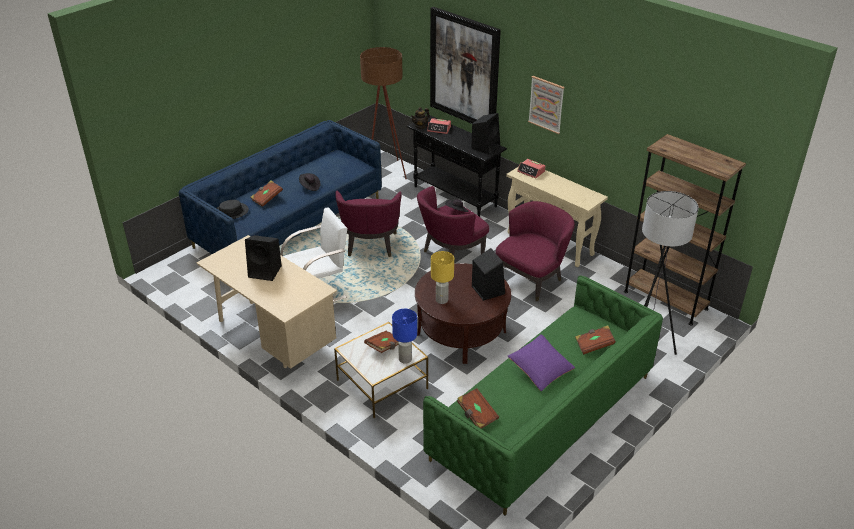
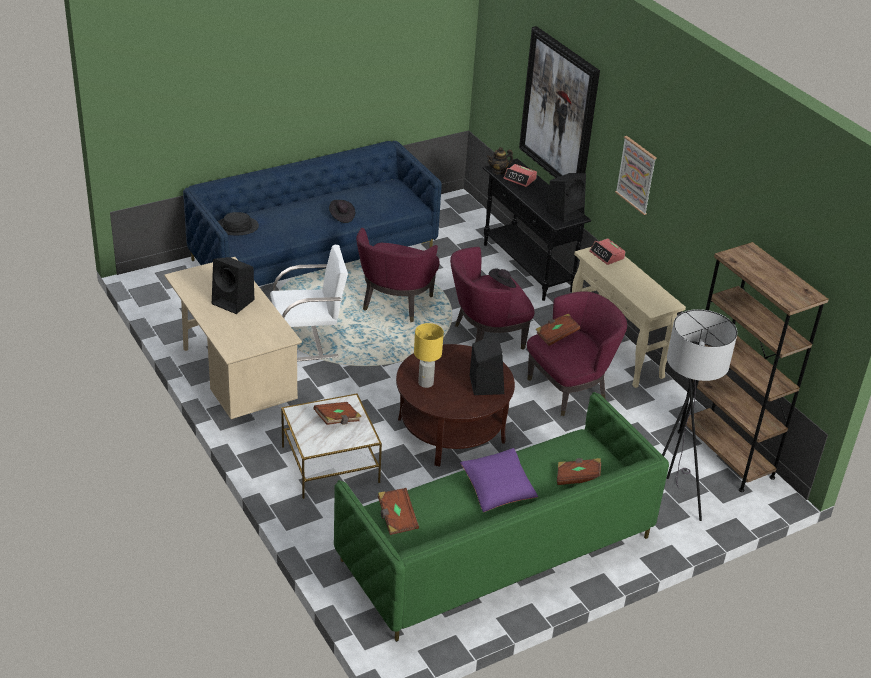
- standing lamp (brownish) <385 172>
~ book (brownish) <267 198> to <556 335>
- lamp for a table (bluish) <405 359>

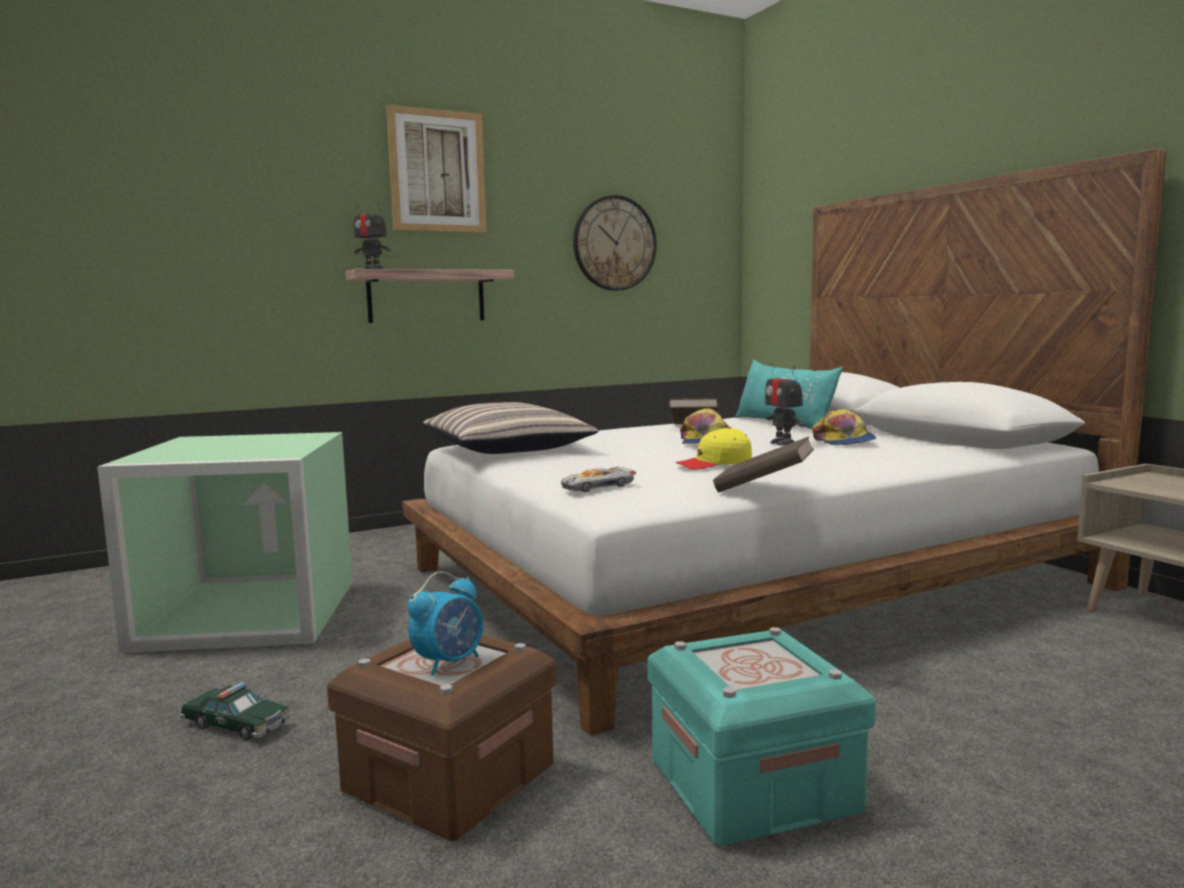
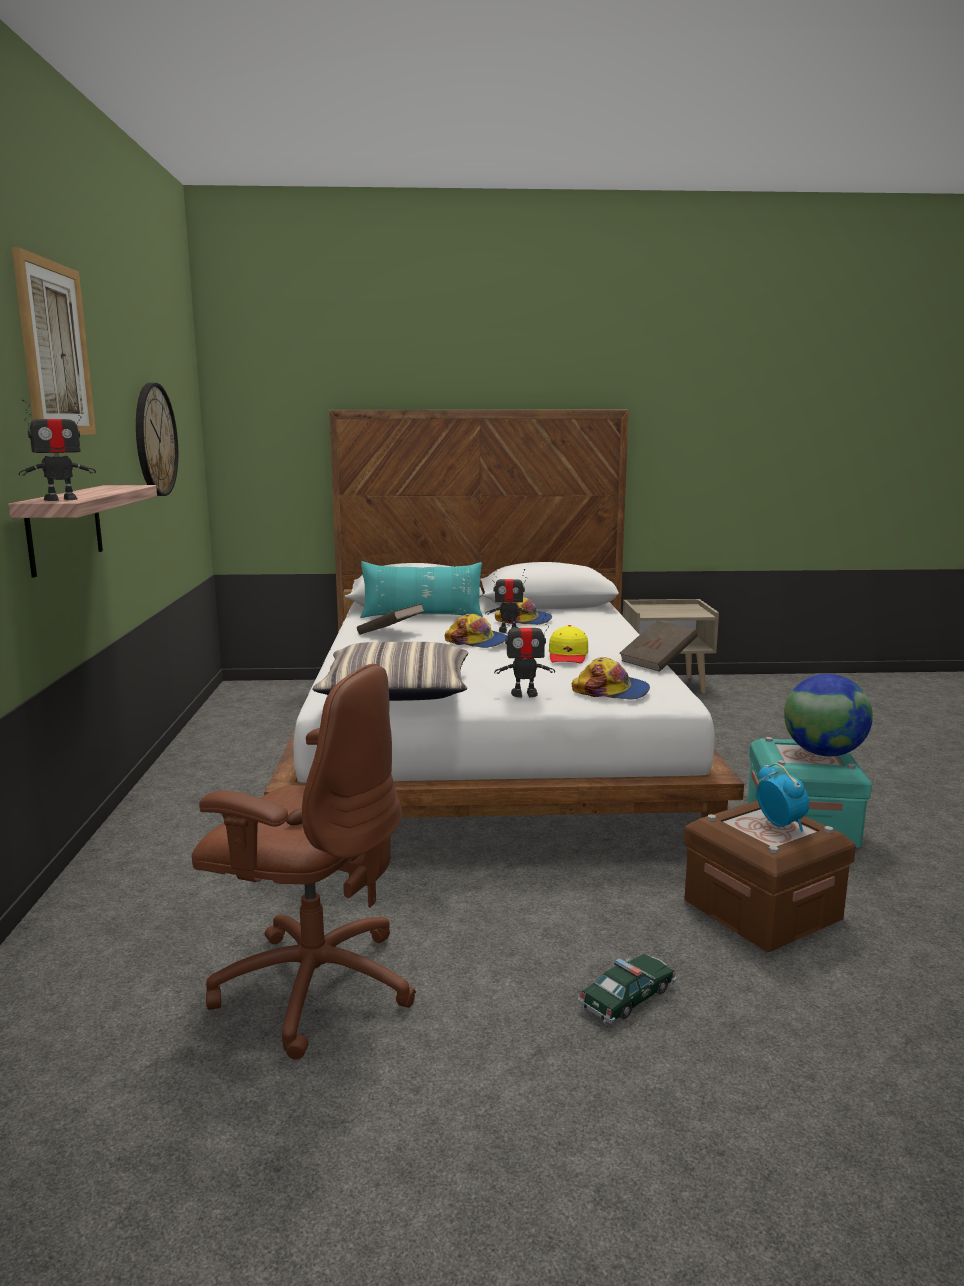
~ storage bin (green) <244 615> to computer chair (brownish) <313 985>
~ model car <597 486> to cap <611 691>
+ model robot <524 694>
+ world globe <823 753>

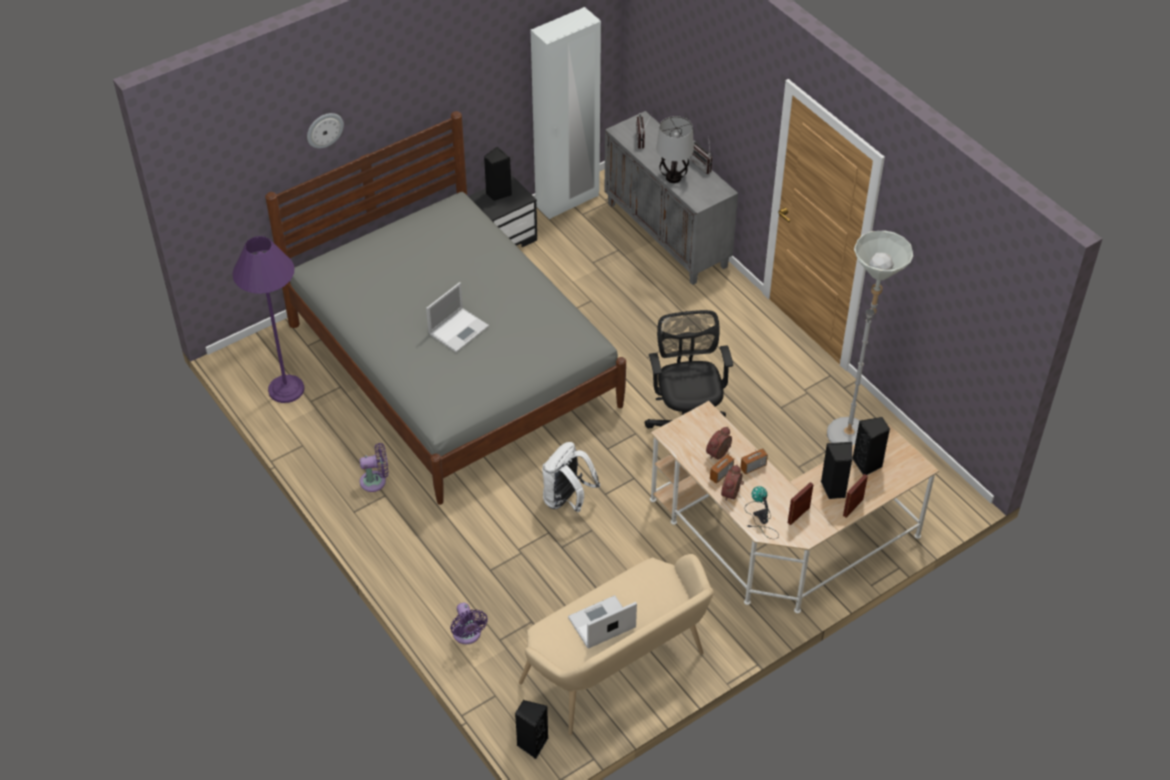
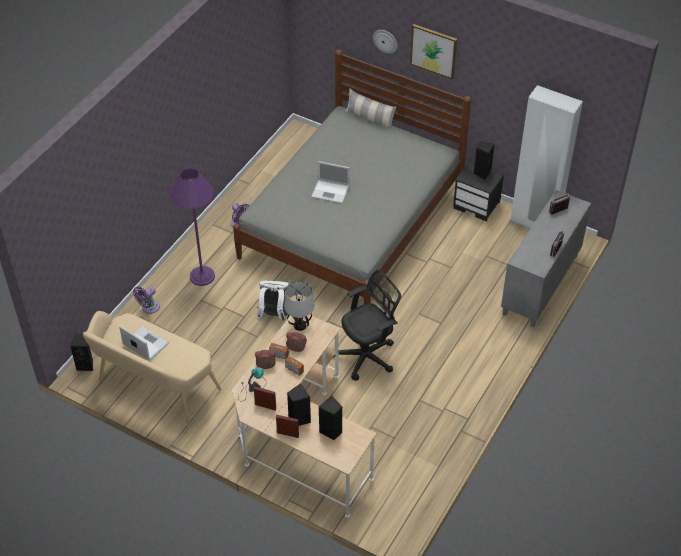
~ lamp for a table <673 177> to <300 325>
- standing lamp (gray) <851 428>
~ standing lamp (purplish) <286 389> to <202 276>
+ wall picture <433 50>
+ pillow <370 118>

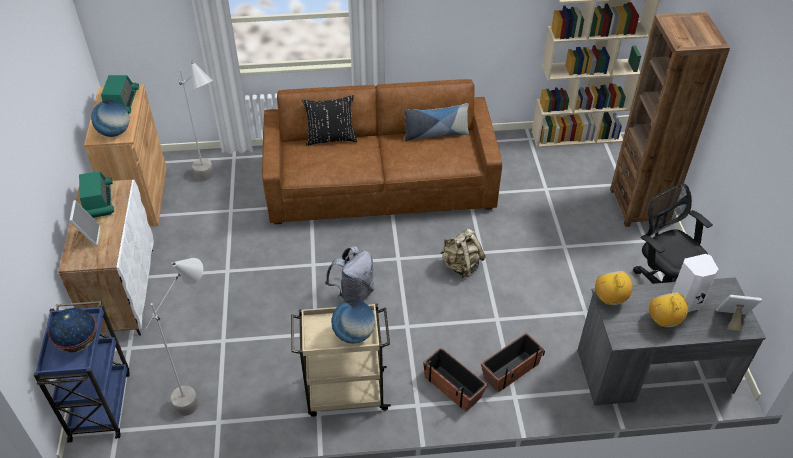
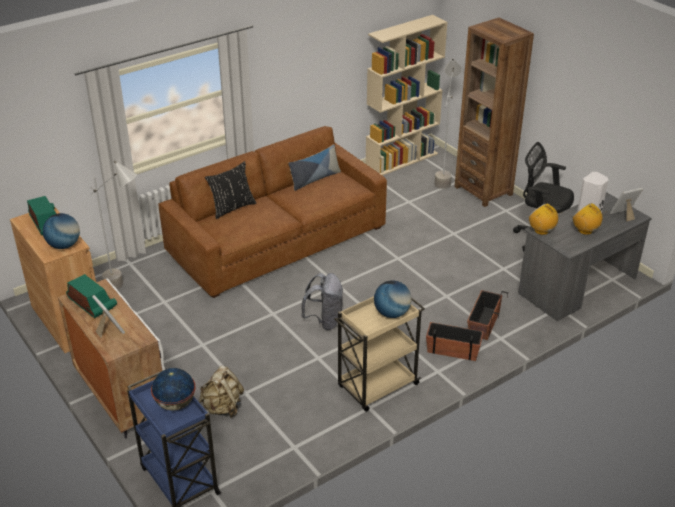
~ knapsack (sand-coloured) <461 266> to <223 408>
~ standing lamp (gray) <202 391> to <443 177>

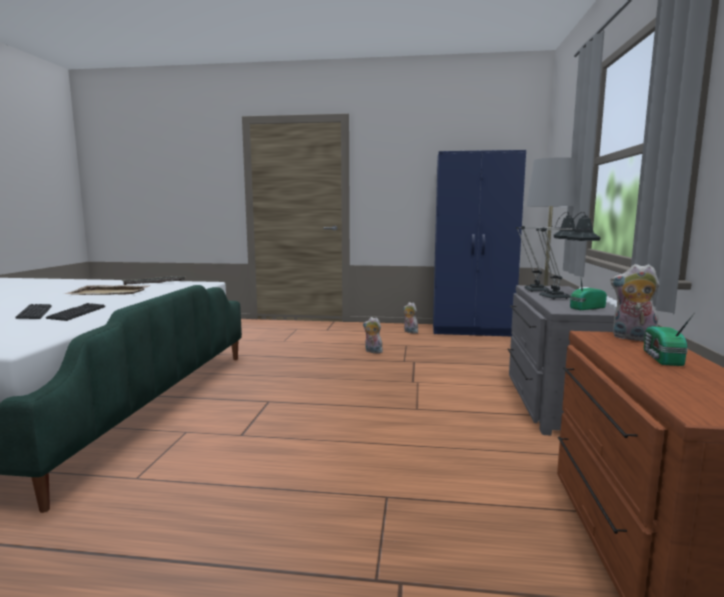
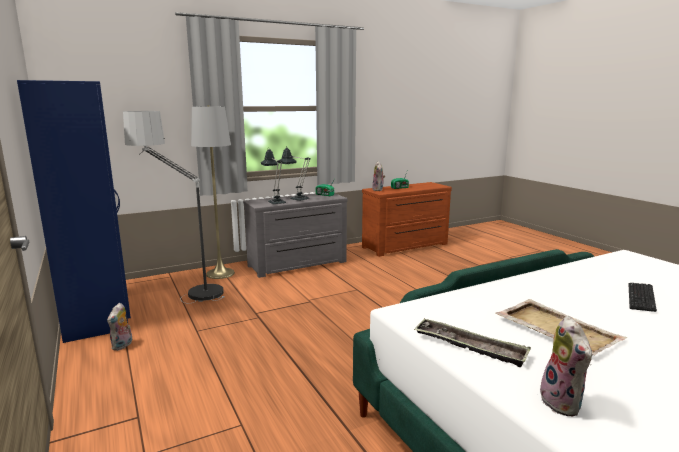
- PC keyboard <77 313>
~ cuddly toy <372 351> to <564 403>
+ standing lamp <182 291>

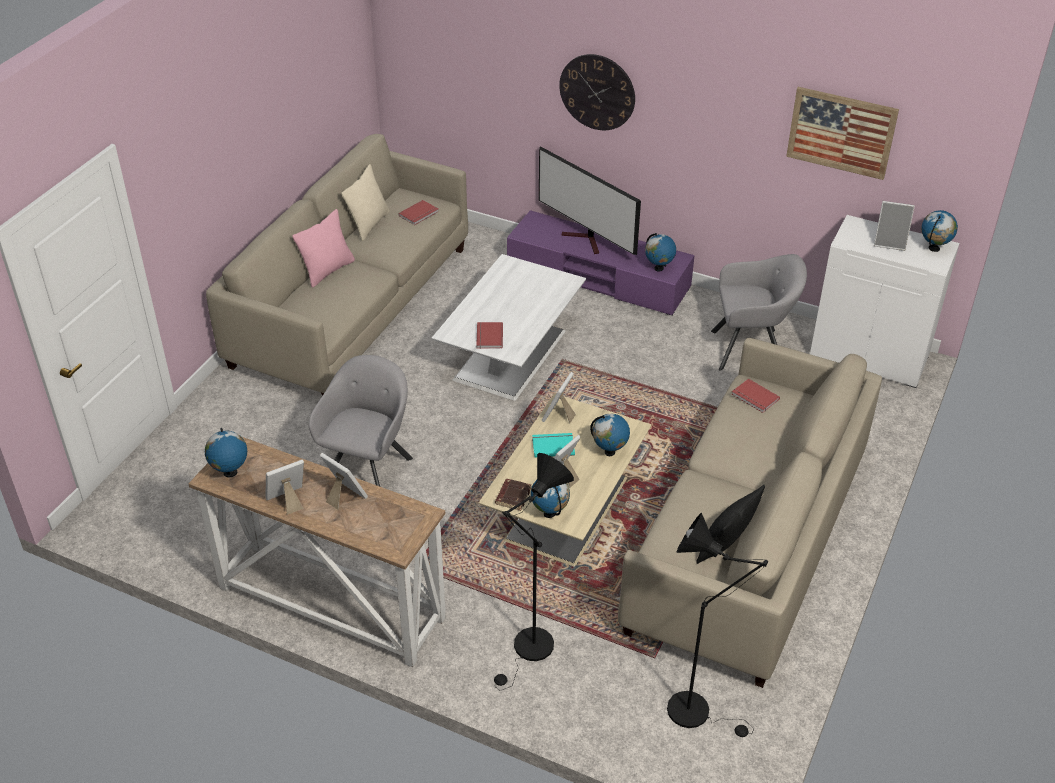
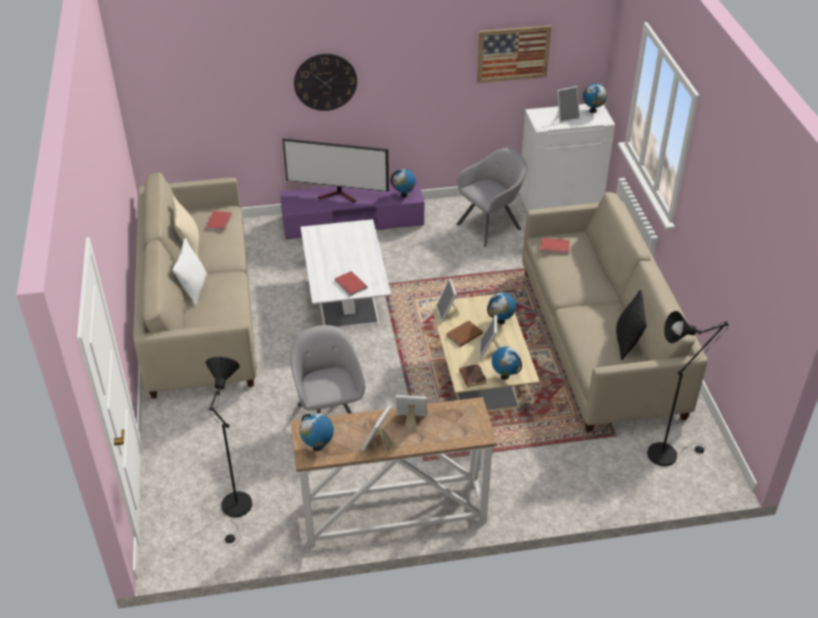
~ pillow (pink) <327 270> to pillow (white-coloured) <194 289>
~ book (turquoise-coloured) <553 445> to book (brownish) <463 334>
~ standing lamp (black-coloured) <530 651> to <237 510>

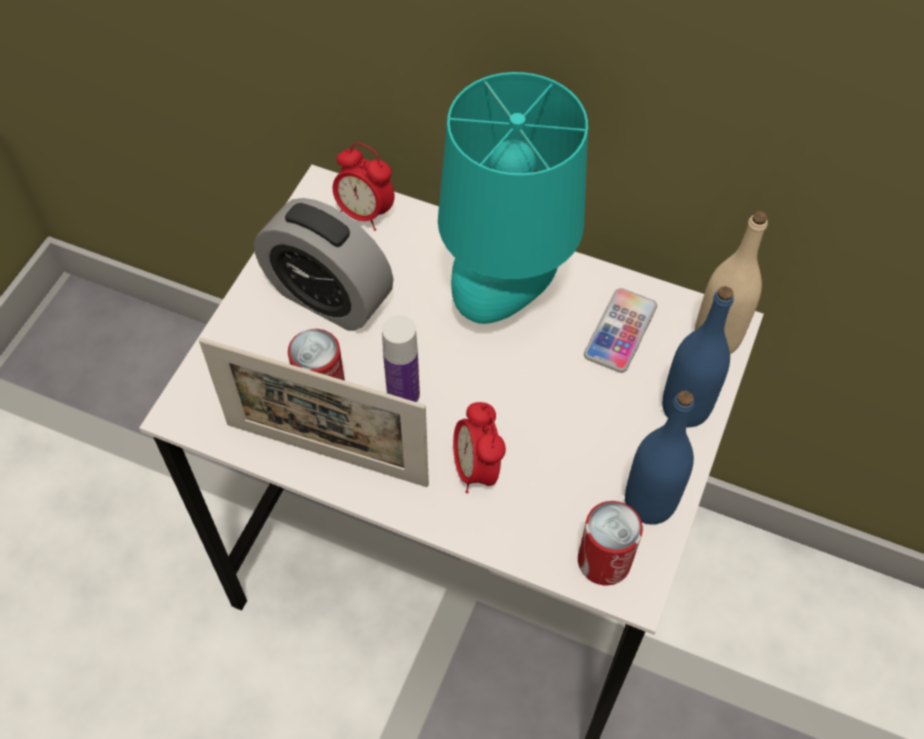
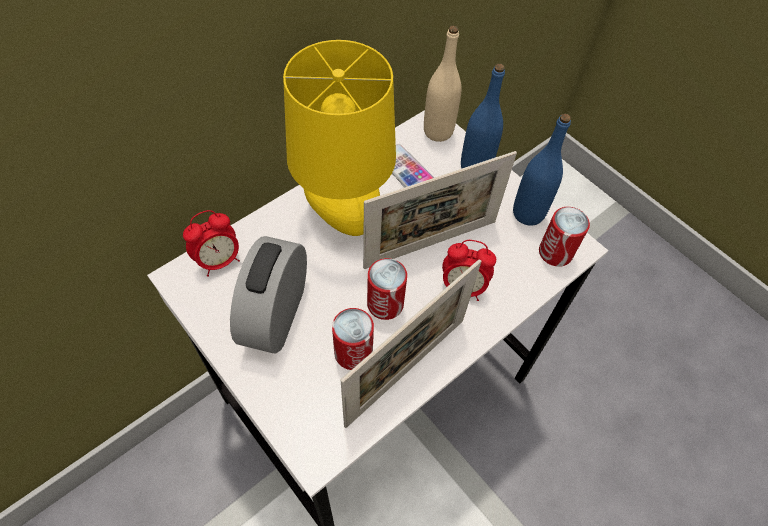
~ lamp for a table (turquoise-coloured) <505 296> to lamp for a table (yellowish) <344 213>
~ bedside clock <328 297> = <276 314> 135 degrees clockwise
~ bottle <403 395> to sealed can <385 304>
+ standing frame <431 244>

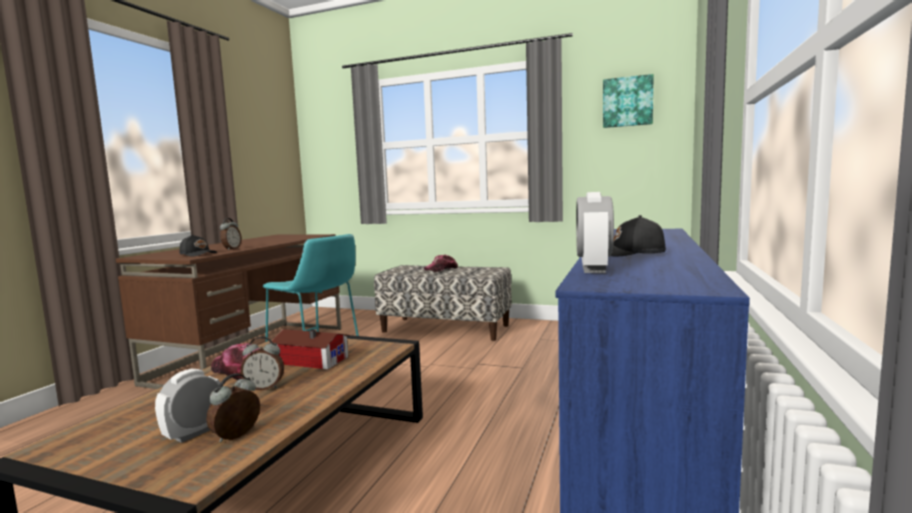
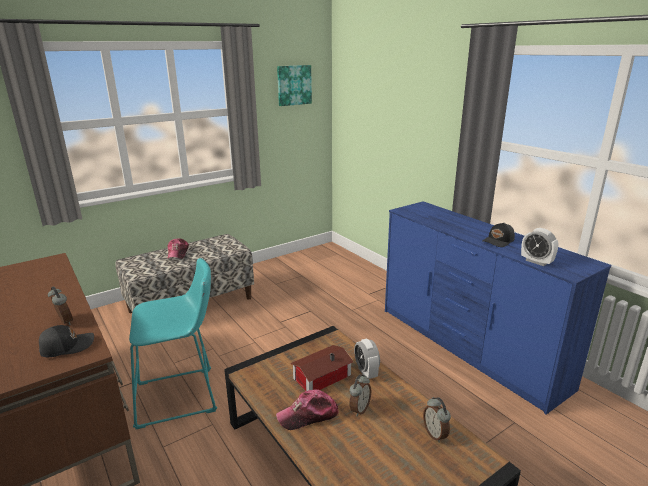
~ bedside clock <194 433> to <366 372>

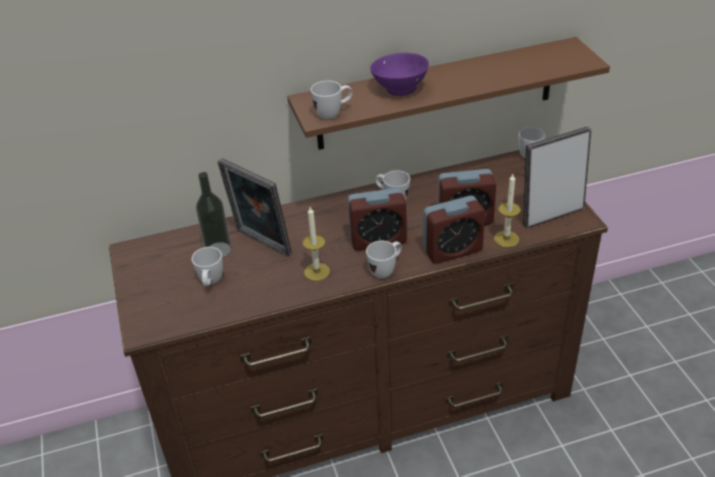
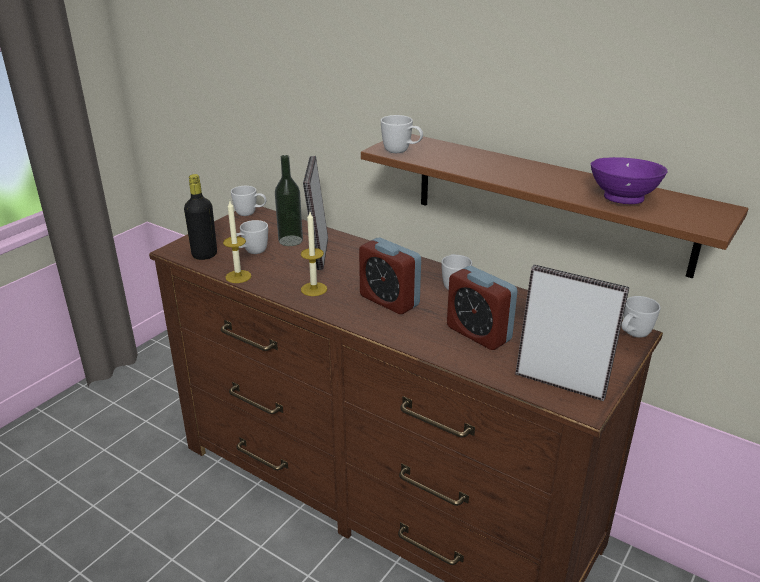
~ deep dish (purplish) <400 88> to <623 198>
~ candle <506 239> to <238 276>
- bedside clock <452 250>
~ mug (white-coloured) <386 269> to <250 214>
+ bottle (black-coloured) <204 255>

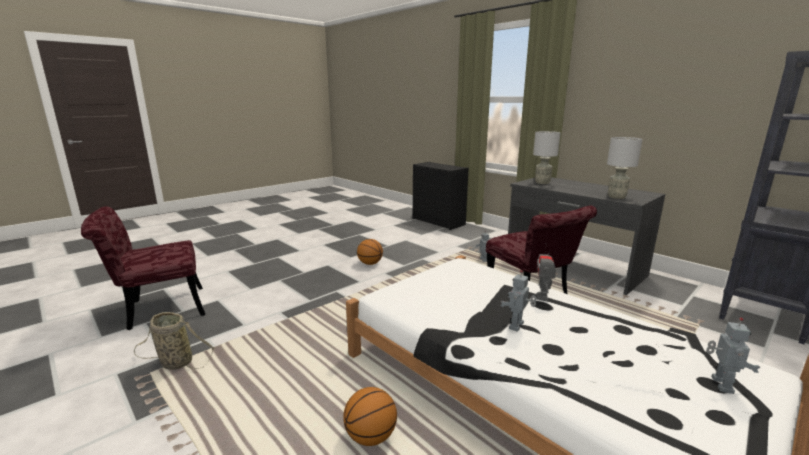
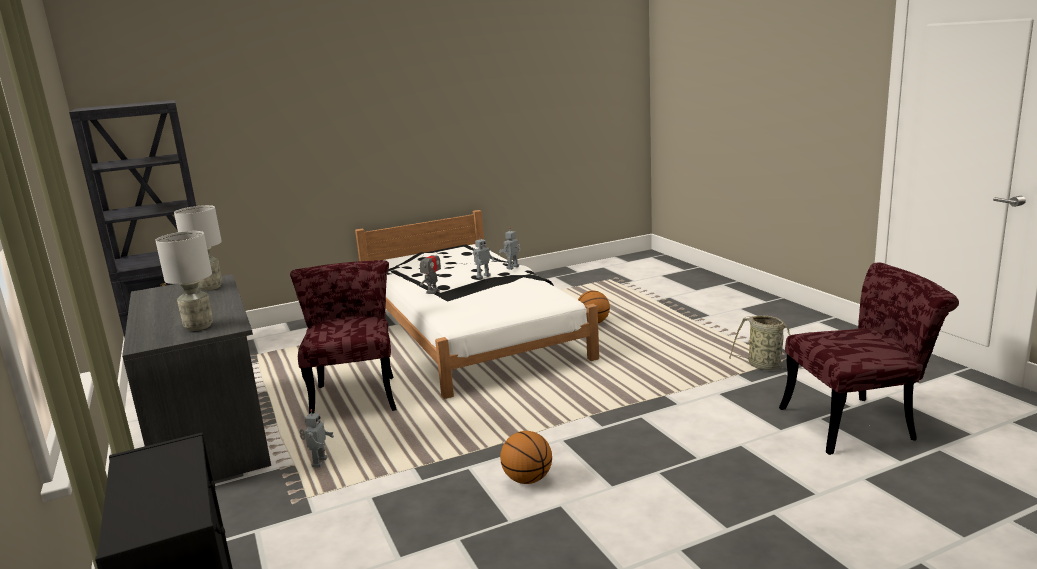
~ model robot <720 384> to <513 267>

